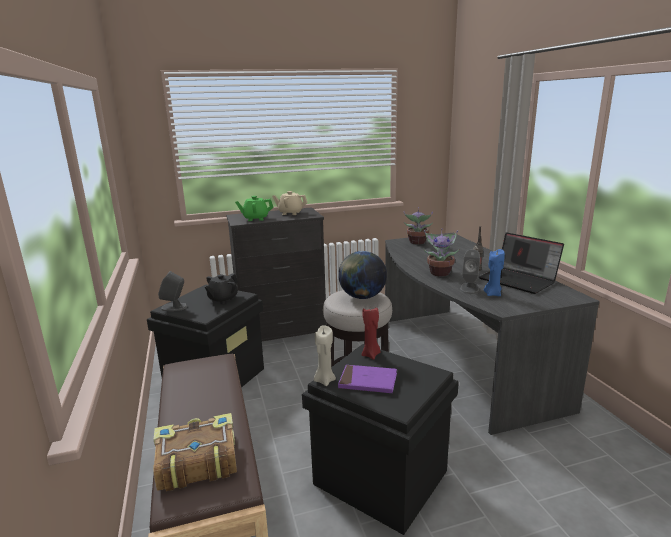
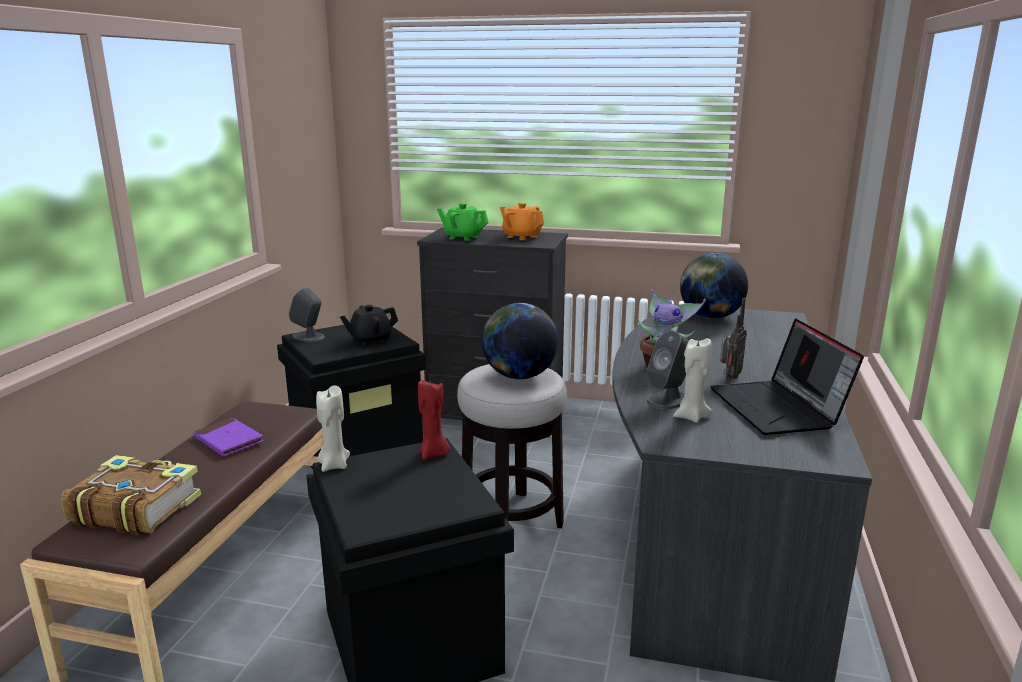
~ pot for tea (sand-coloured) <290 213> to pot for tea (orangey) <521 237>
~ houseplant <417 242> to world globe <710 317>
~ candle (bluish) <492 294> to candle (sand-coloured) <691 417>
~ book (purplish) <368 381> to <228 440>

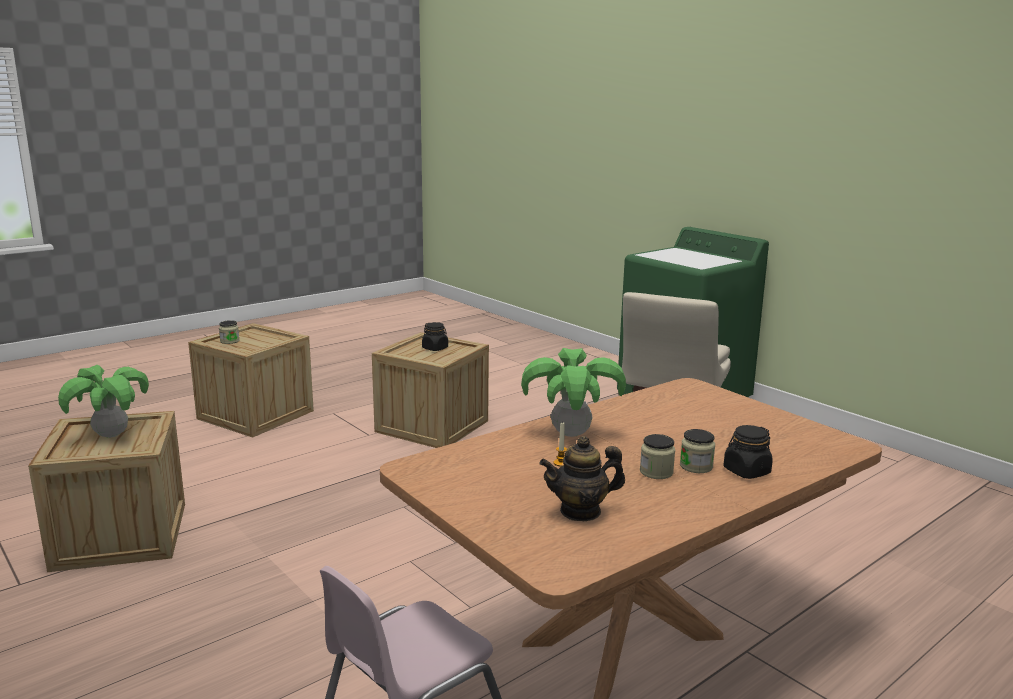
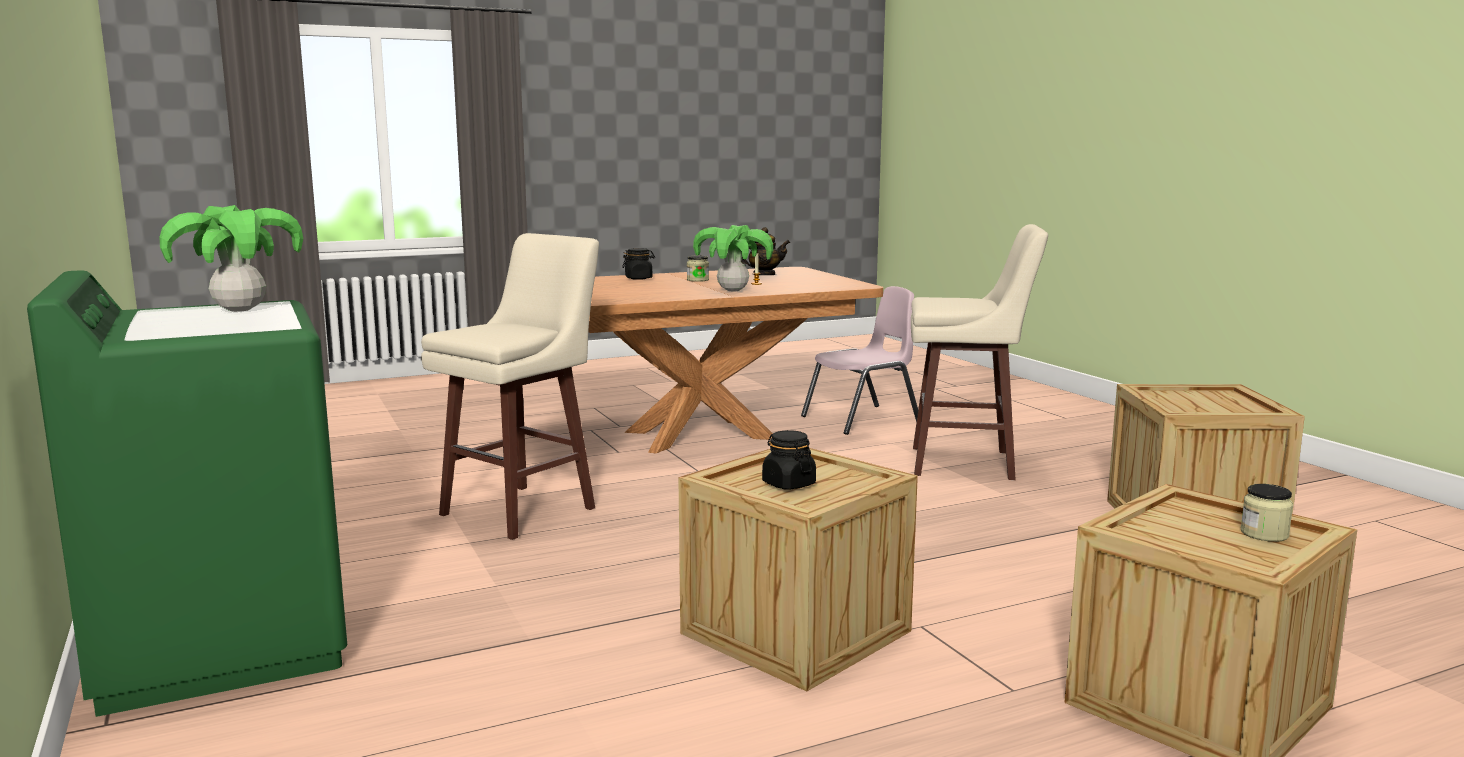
~ houseplant <112 435> to <239 310>
- storage jar <696 466>
+ sitting stool (sand-coloured) <966 464>

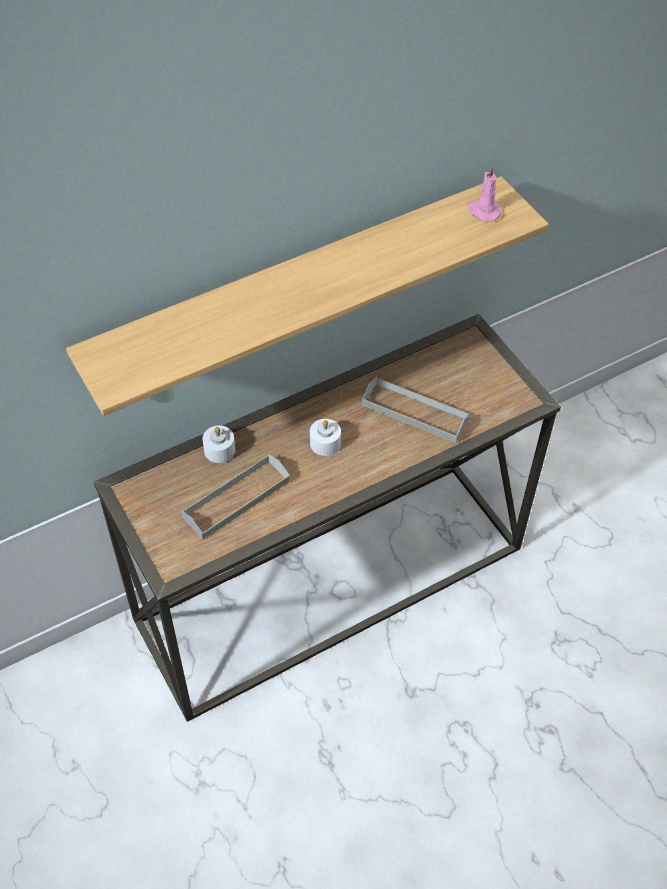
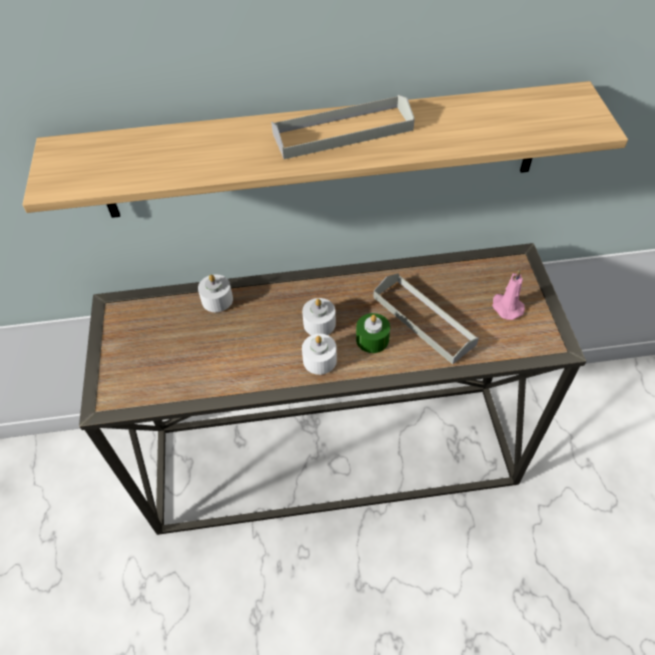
~ candle (pink) <483 211> to <506 307>
~ tray (gray) <236 499> to <342 132>
+ candle (green) <372 339>
+ candle (white-coloured) <319 360>

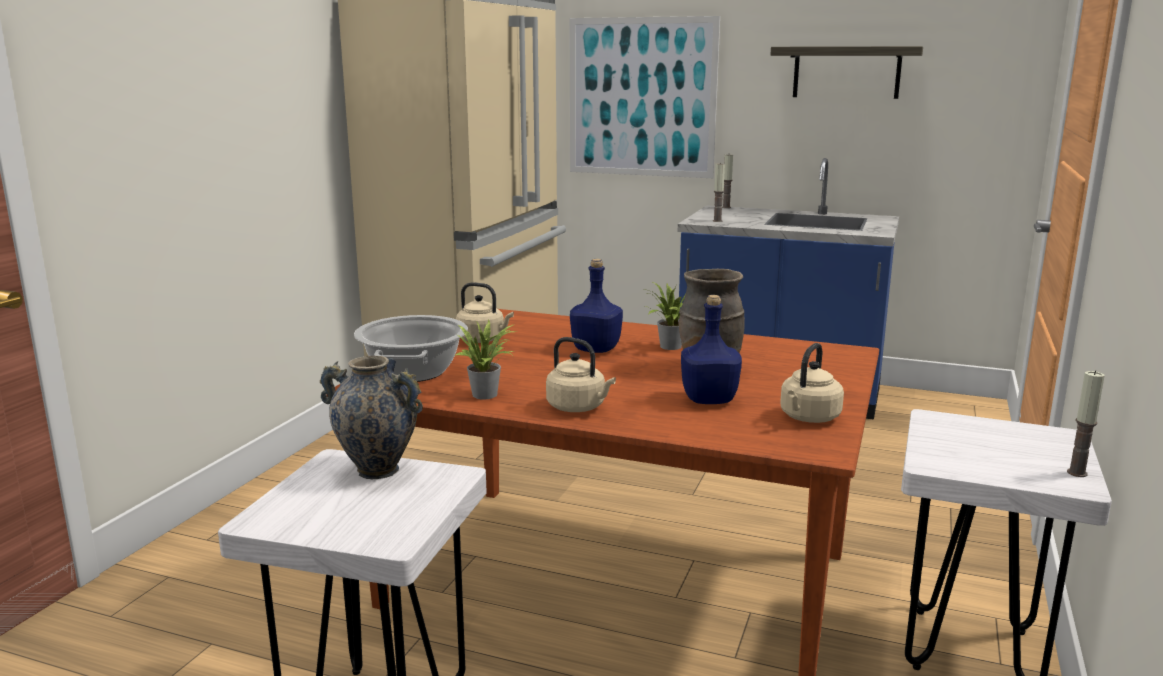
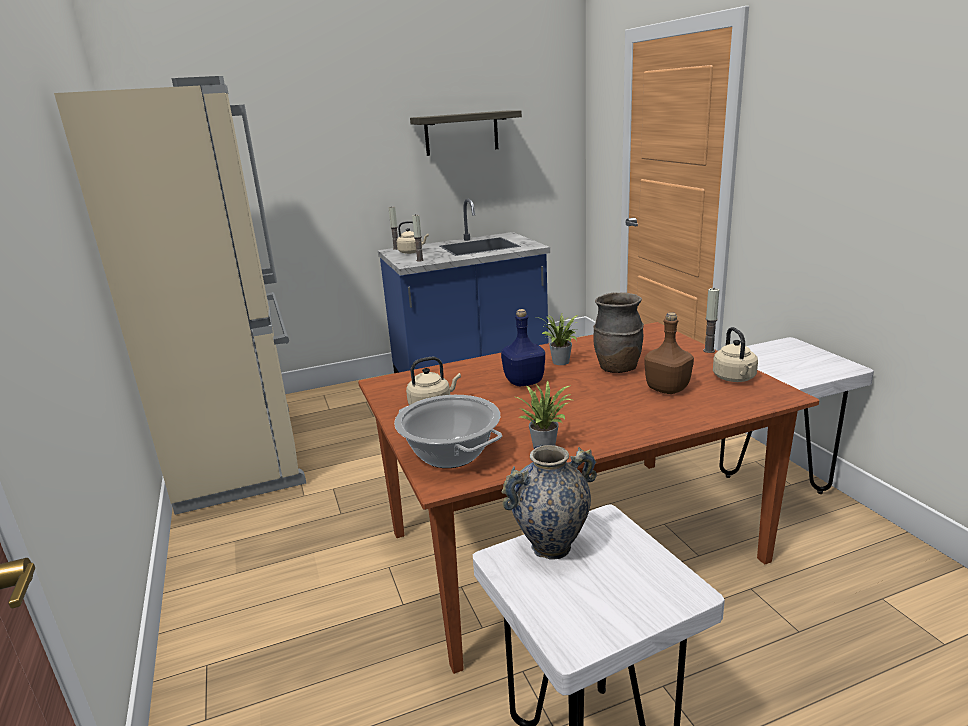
- wall picture <641 97>
~ bottle (bluish) <708 399> to bottle (brownish) <667 389>
~ tea kettle (sand-coloured) <578 407> to <412 252>
~ candle <1077 473> to <709 351>

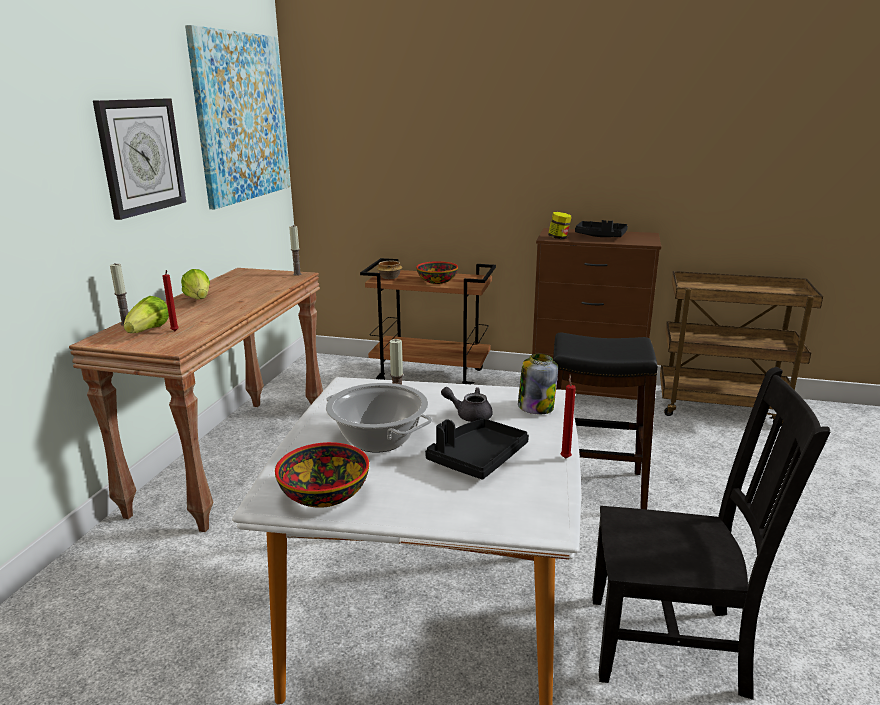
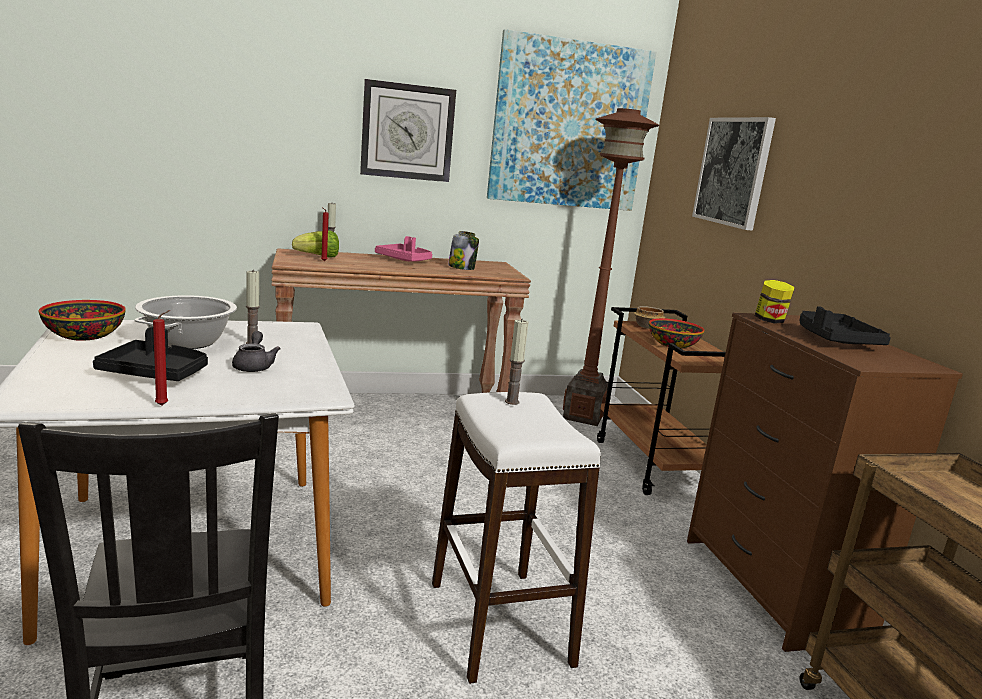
~ candle <297 274> to <512 402>
~ lettuce <199 299> to tray (pink) <404 260>
~ sitting stool (black-coloured) <591 487> to sitting stool (white-coloured) <500 623>
~ storage jar <535 407> to <462 267>
+ standing lamp (brownish) <583 416>
+ wall picture <733 171>

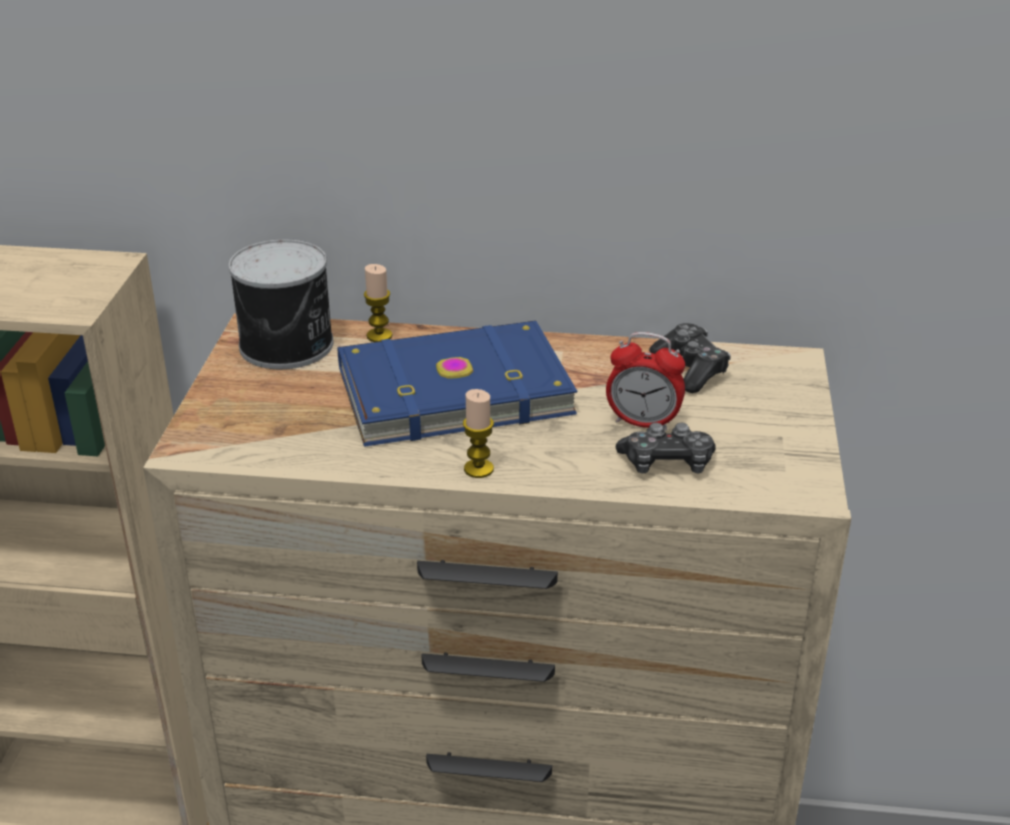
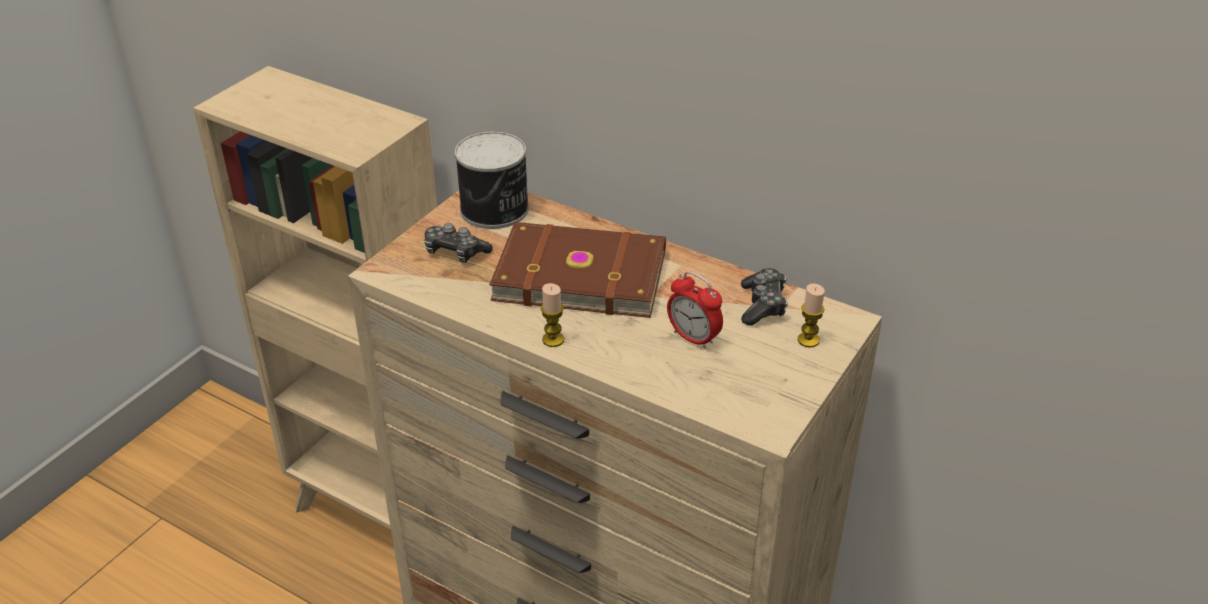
~ candle <379 336> to <808 340>
~ book (bluish) <451 389> to book (brownish) <579 273>
~ joypad <667 463> to <455 252>

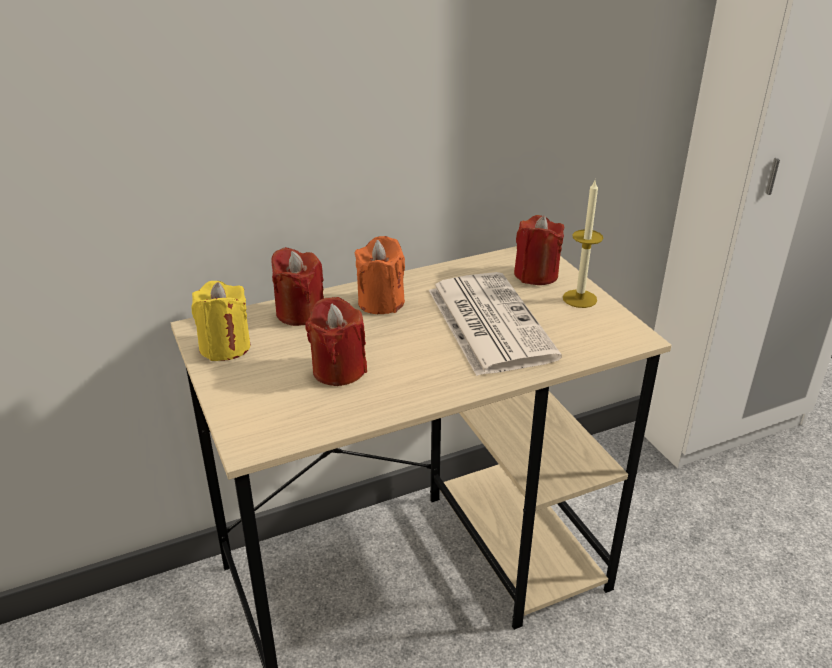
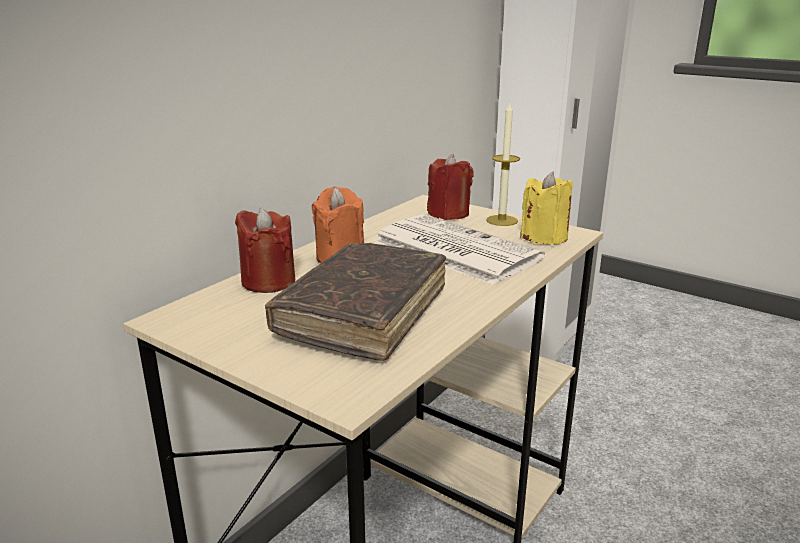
~ candle (yellowish) <225 347> to <544 237>
~ candle (red-coloured) <338 370> to book (brownish) <364 313>

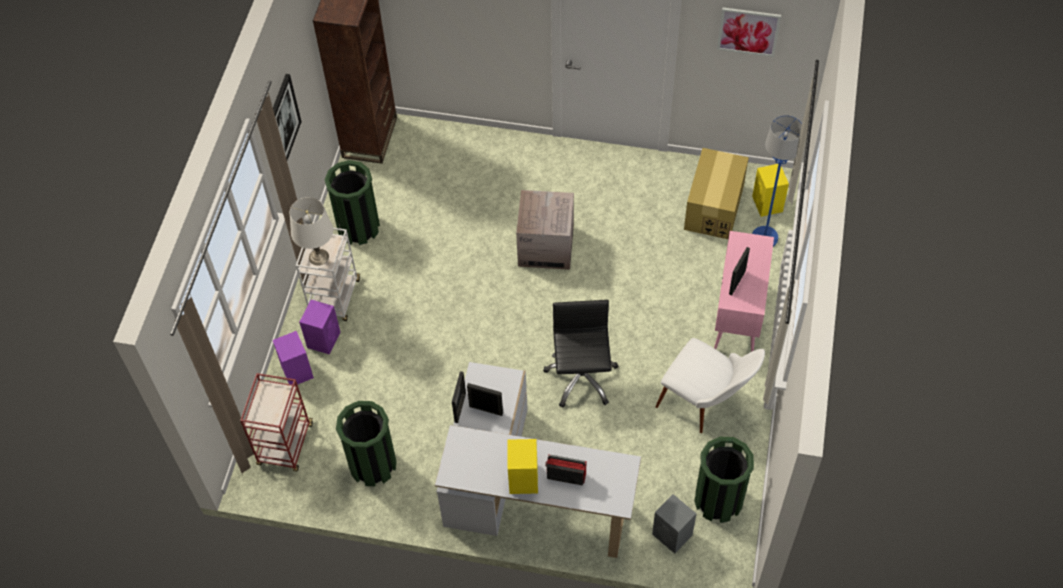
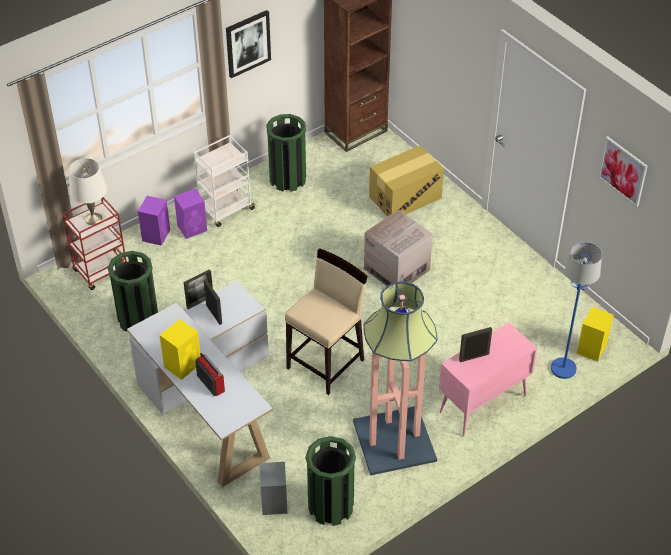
~ packing box <714 207> to <405 197>
~ lamp for a table (white-coloured) <319 257> to <93 219>
~ computer chair (black-coloured) <581 378> to sitting stool (sand-coloured) <326 363>
~ chair (white-coloured) <706 403> to standing lamp <394 441>

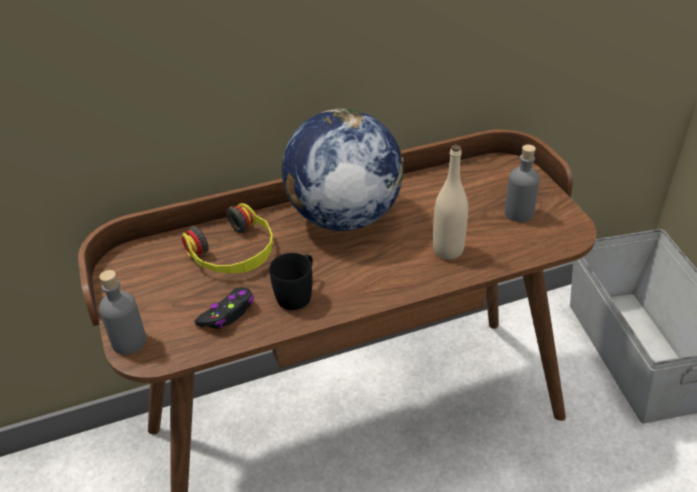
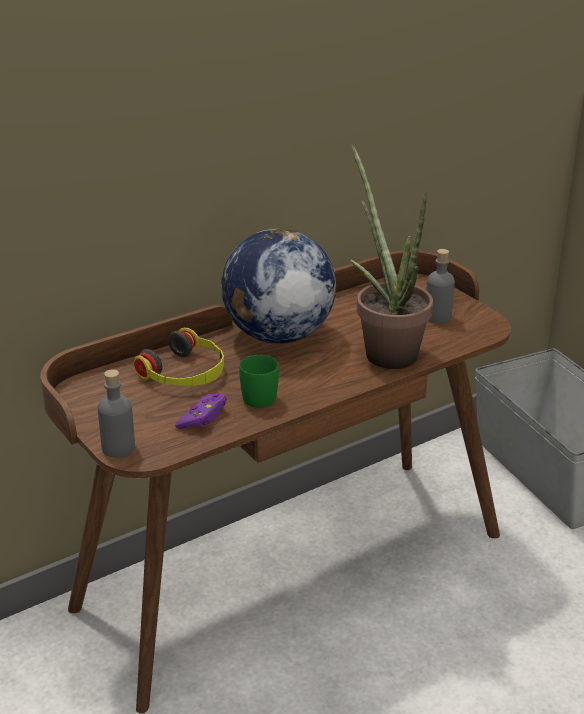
~ bottle (sand-coloured) <448 250> to houseplant <385 350>
~ mug (black-coloured) <298 293> to mug (green) <261 395>
~ joypad (black-coloured) <228 314> to joypad (purplish) <203 417>

